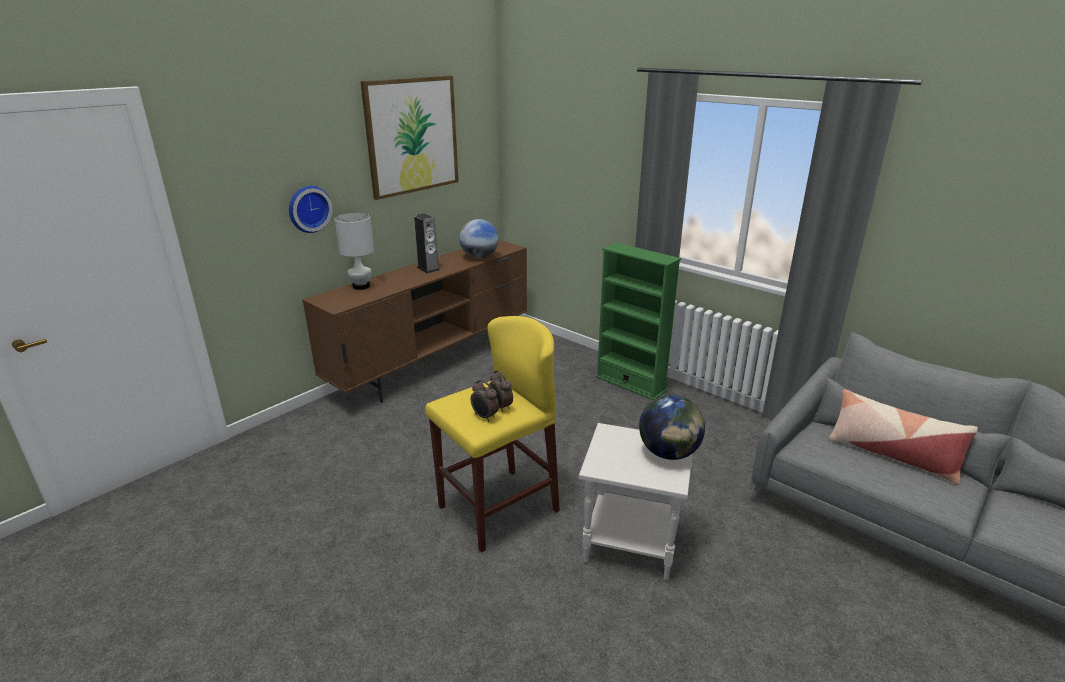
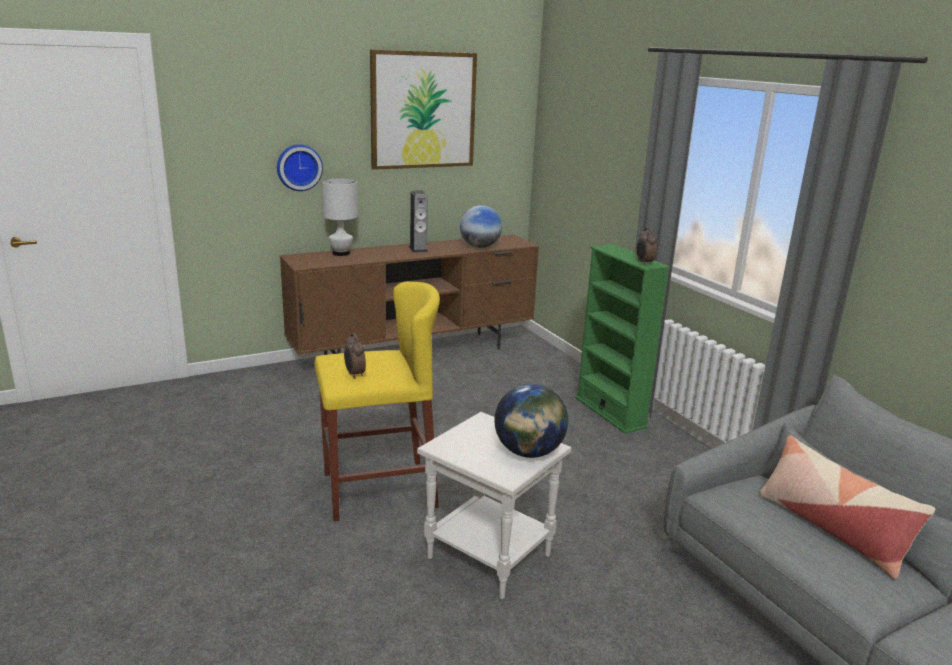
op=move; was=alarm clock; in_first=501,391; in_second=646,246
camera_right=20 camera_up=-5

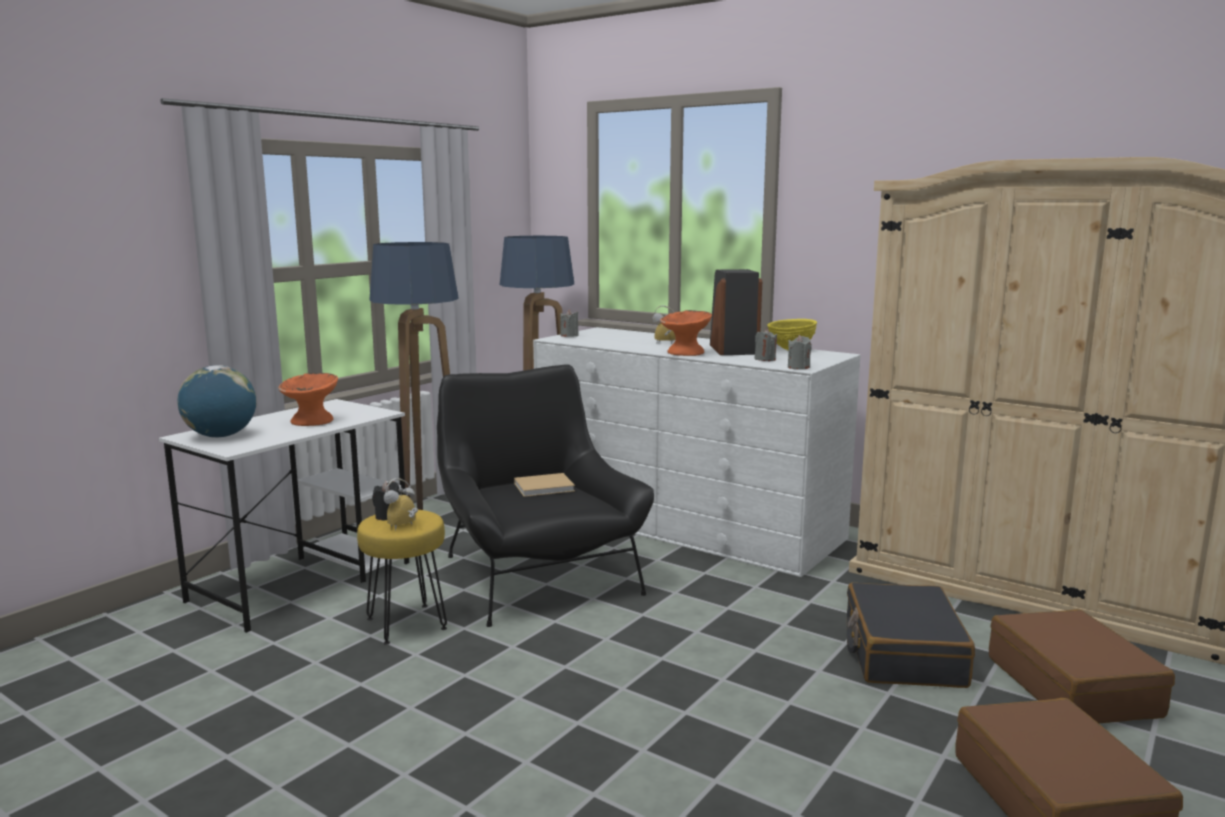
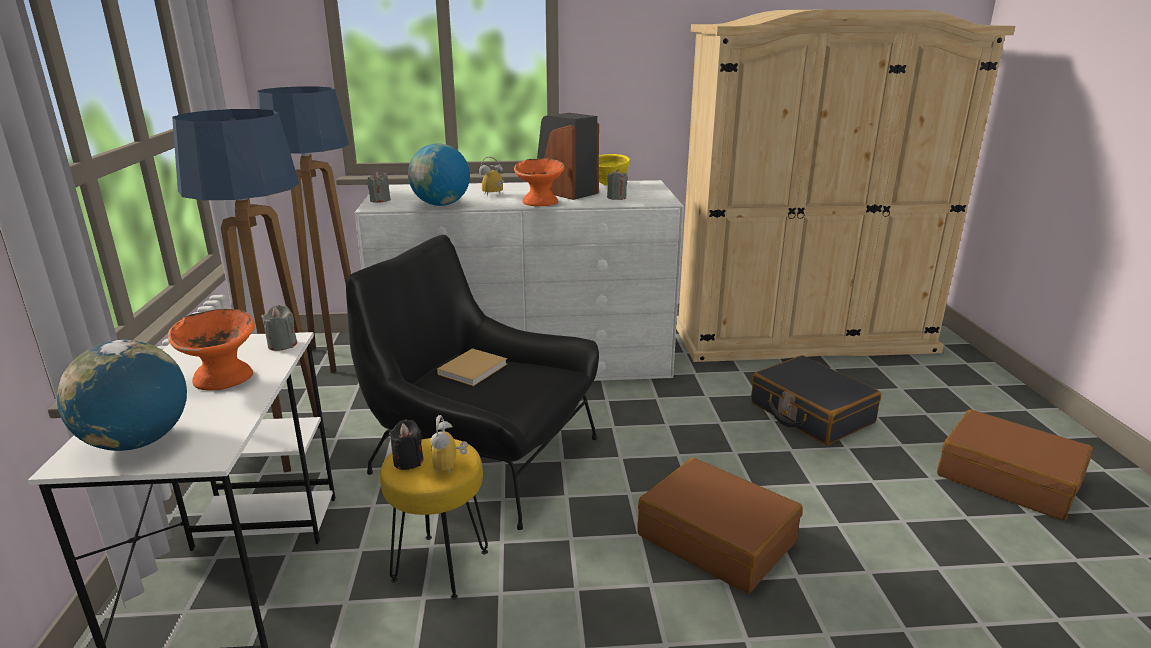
op=move; was=candle in grey; in_first=800,352; in_second=279,328
op=move; was=suitcase in brown; in_first=1082,666; in_second=720,525
op=insert; now=globe; in_second=439,175
camera_right=-40 camera_up=10

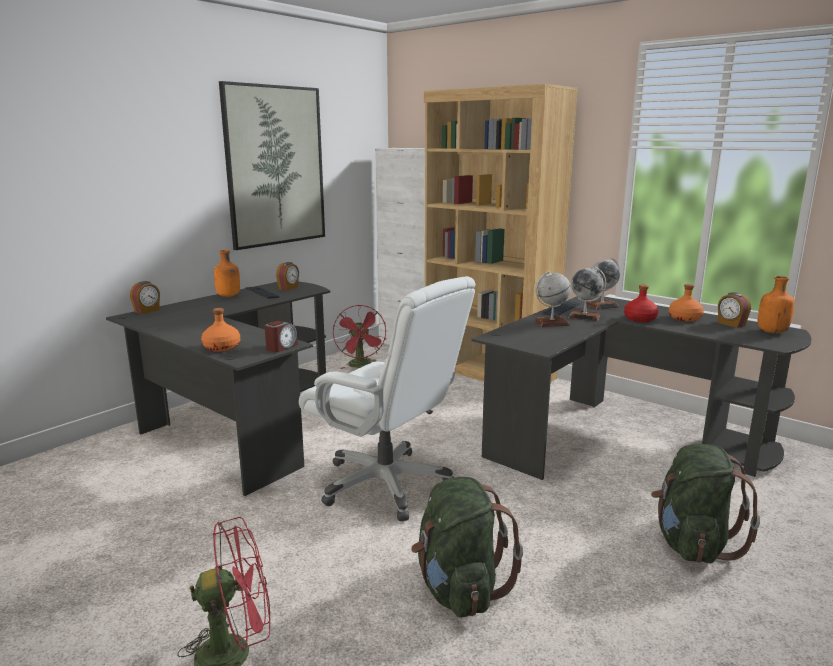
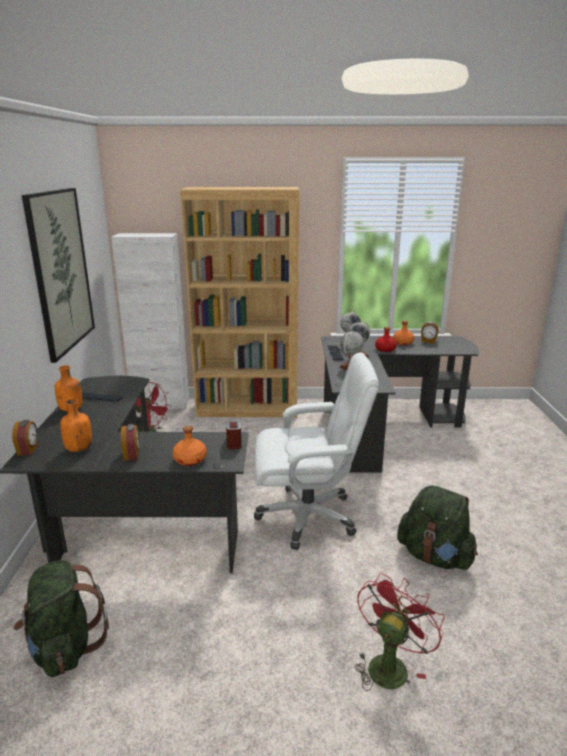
op=move; was=alarm clock; in_first=287,276; in_second=130,442
op=move; was=backpack in green; in_first=705,503; in_second=61,618
op=move; was=bottle in orange; in_first=776,304; in_second=76,425
camera_right=-40 camera_up=5

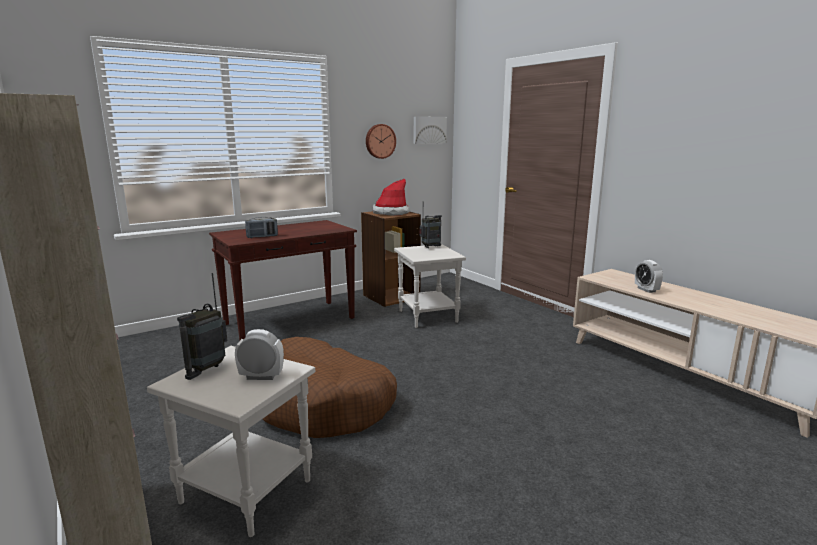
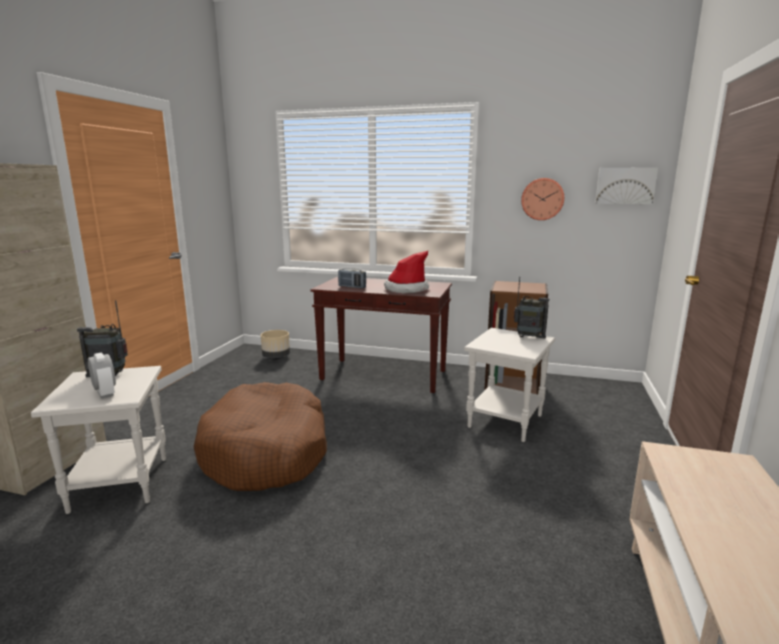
op=move; was=hat; in_first=391,197; in_second=406,272
op=delete; was=alarm clock; in_first=649,276
op=insert; now=planter in beige; in_second=275,344
camera_right=50 camera_up=0

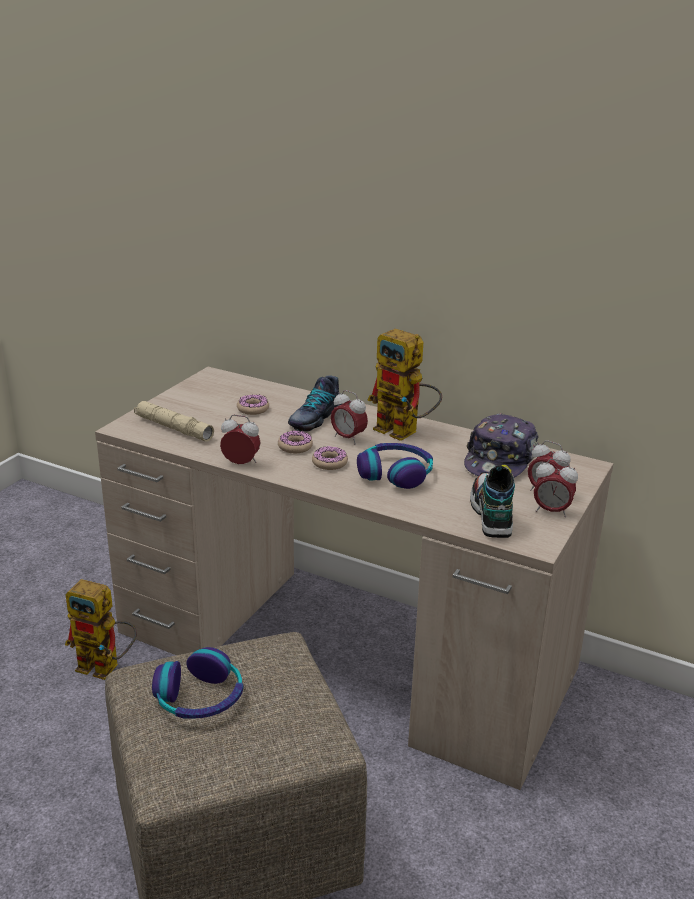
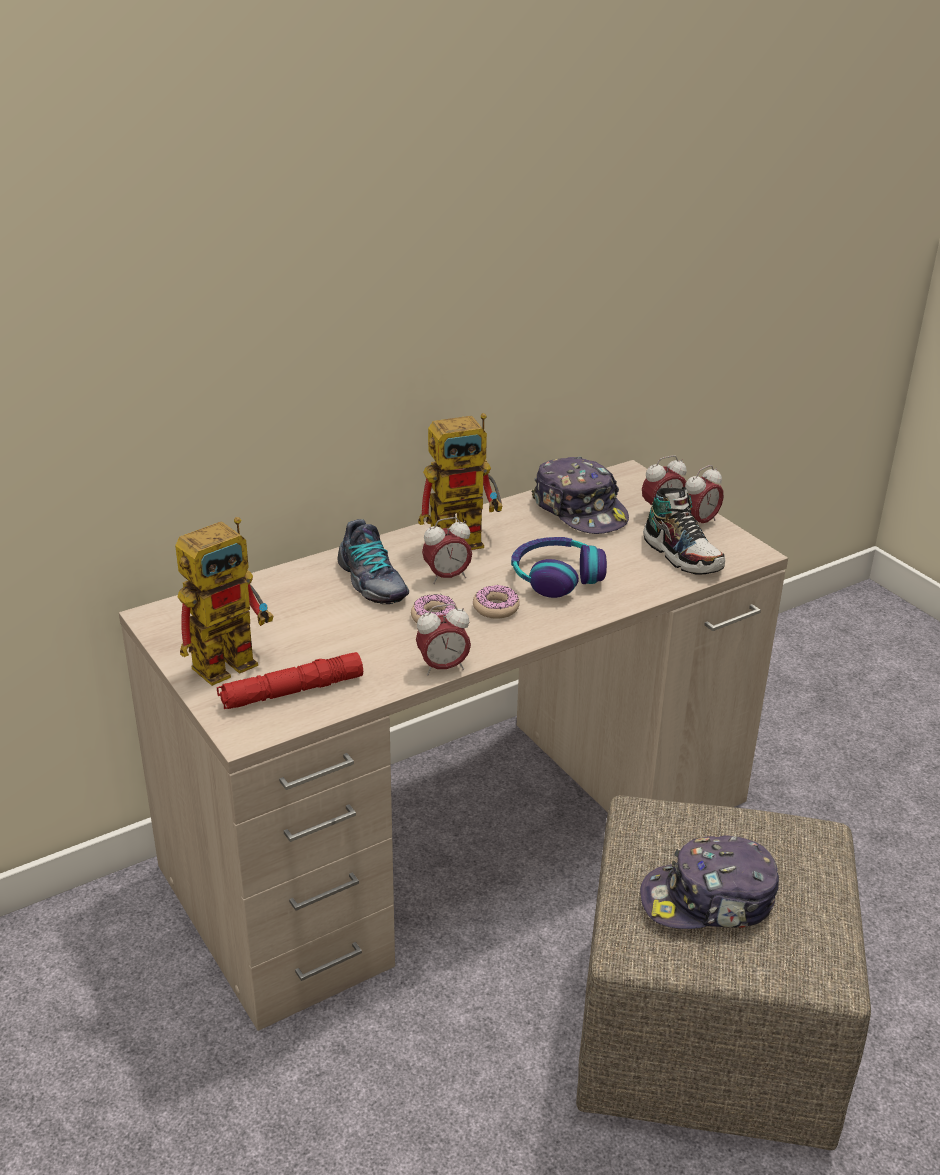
op=move; was=toy robot; in_first=101,629; in_second=224,601
op=recolor; was=flashlight in beige; now=flashlight in red; in_first=174,421; in_second=290,680
op=replace; was=headphones; now=cap; in_first=198,683; in_second=709,882
op=rotate; was=alarm clock; in_first=240,439; in_second=443,640; clockwise=-150
op=delete; was=donut; in_first=253,404
op=rotate; was=shoe; in_first=492,501; in_second=684,531; clockwise=-150
camera_right=-60 camera_up=5

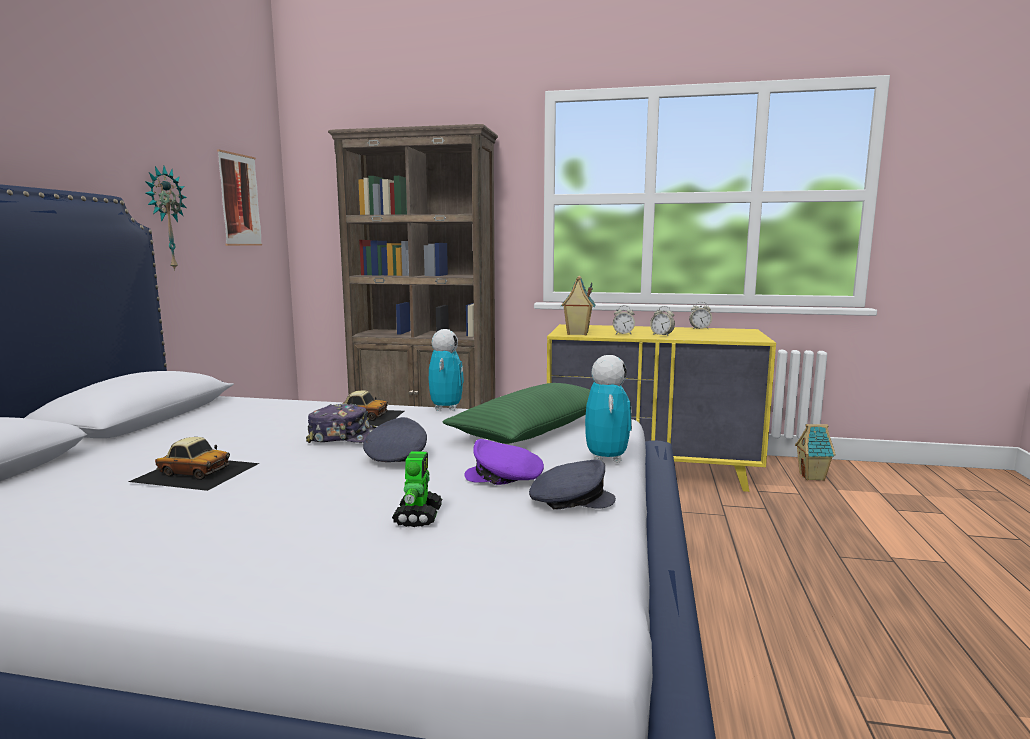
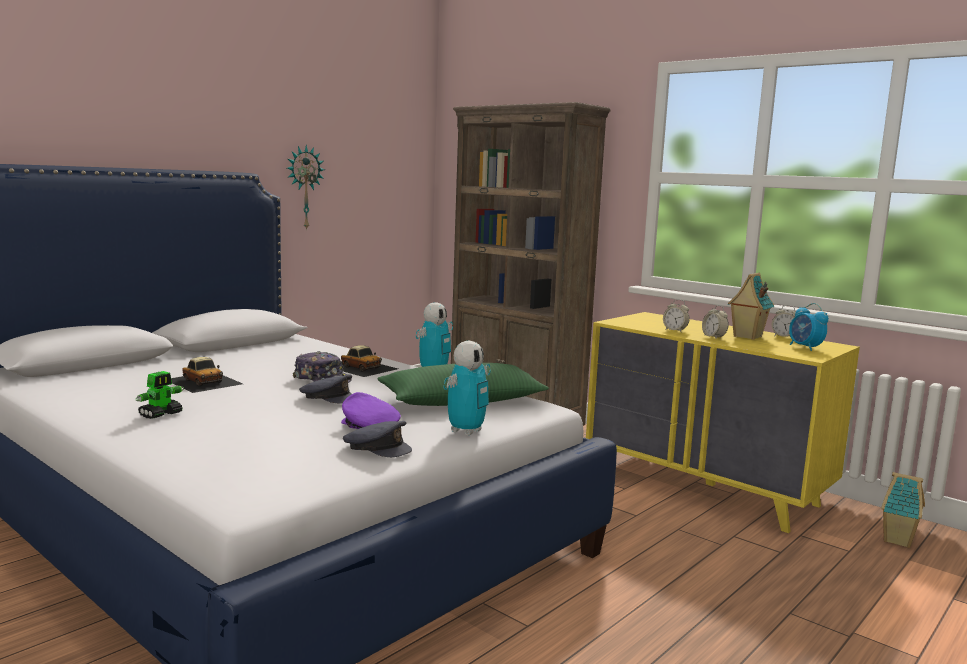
op=delete; was=picture; in_first=239,197
op=rotate; was=cap in grey; in_first=395,439; in_second=325,389; clockwise=75
op=move; was=toy robot; in_first=417,489; in_second=160,395
op=move; was=toy house; in_first=578,306; in_second=751,306
op=insert; now=alarm clock; in_second=809,327
camera_right=30 camera_up=0

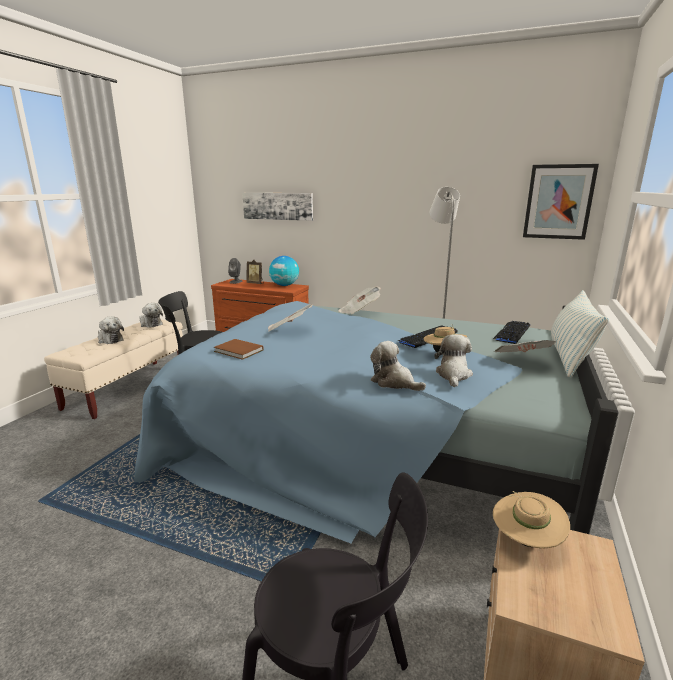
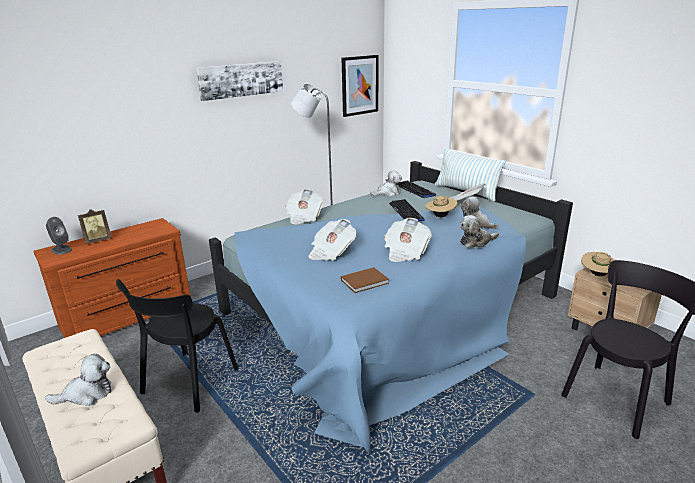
op=move; was=plush toy; in_first=151,315; in_second=386,184
op=move; was=picture; in_first=277,207; in_second=239,81
op=delete; was=globe; in_first=284,271
op=insert; now=newspaper; in_second=408,240
camera_right=-60 camera_up=5

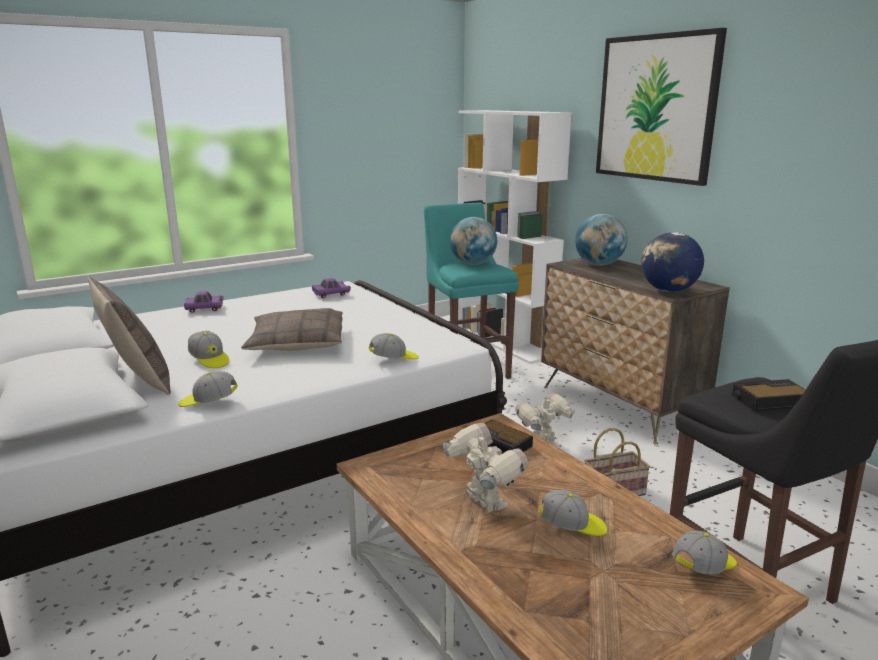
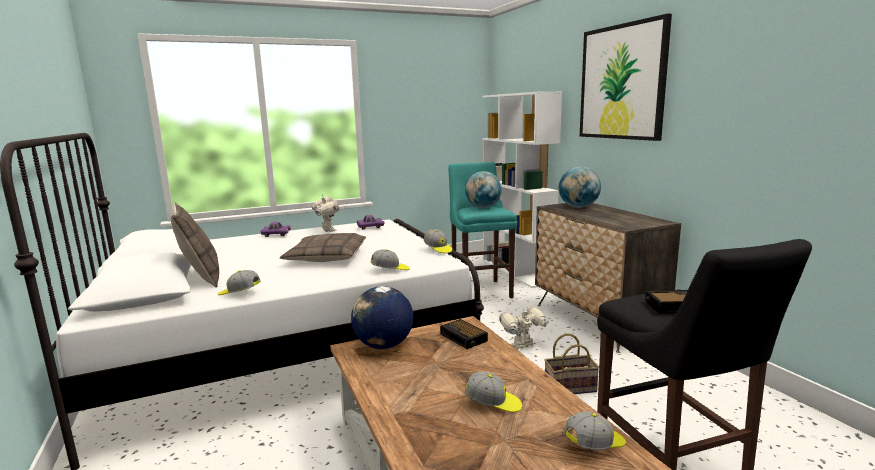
op=move; was=cap; in_first=208,349; in_second=438,241
op=move; was=toy robot; in_first=486,467; in_second=325,213
op=move; was=globe; in_first=672,262; in_second=382,317
camera_right=10 camera_up=-5

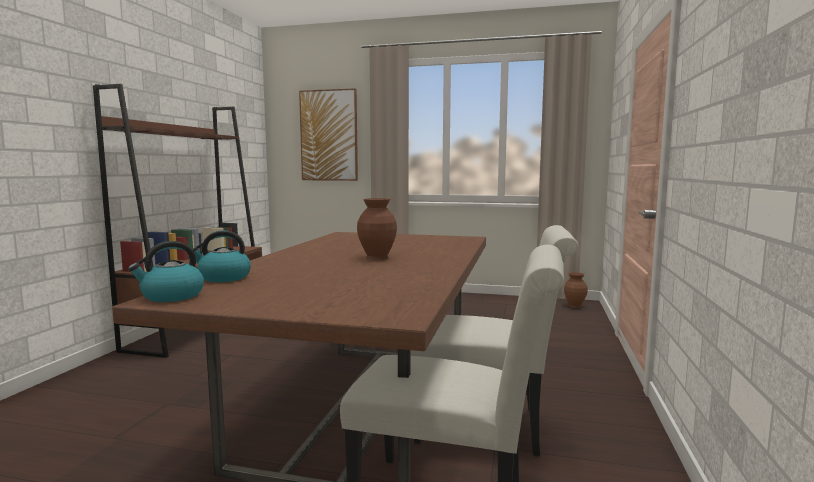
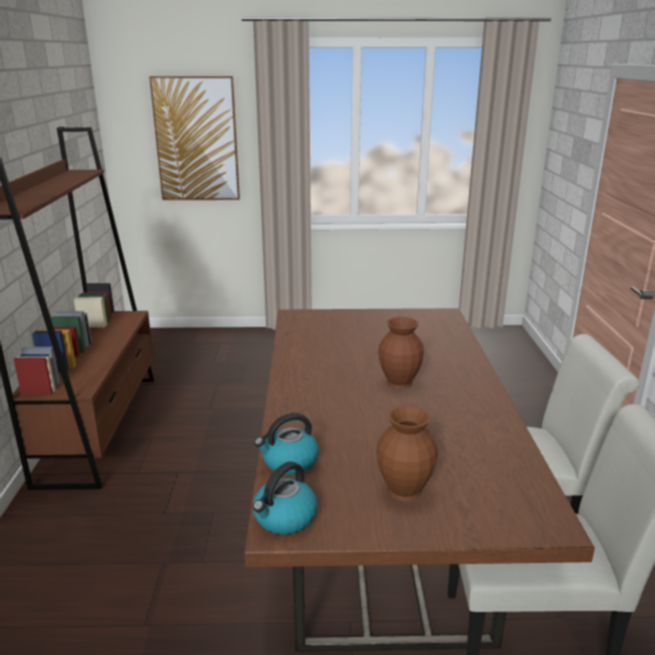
op=move; was=vase in brown; in_first=576,290; in_second=407,453
camera_right=-15 camera_up=15

